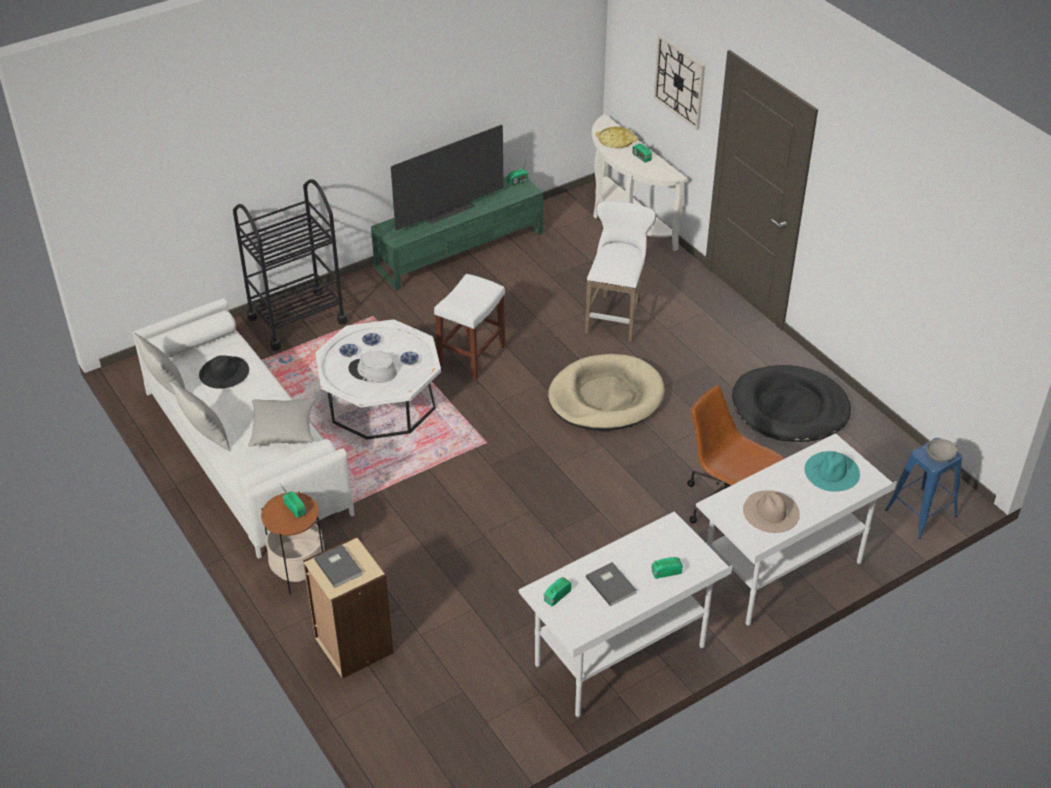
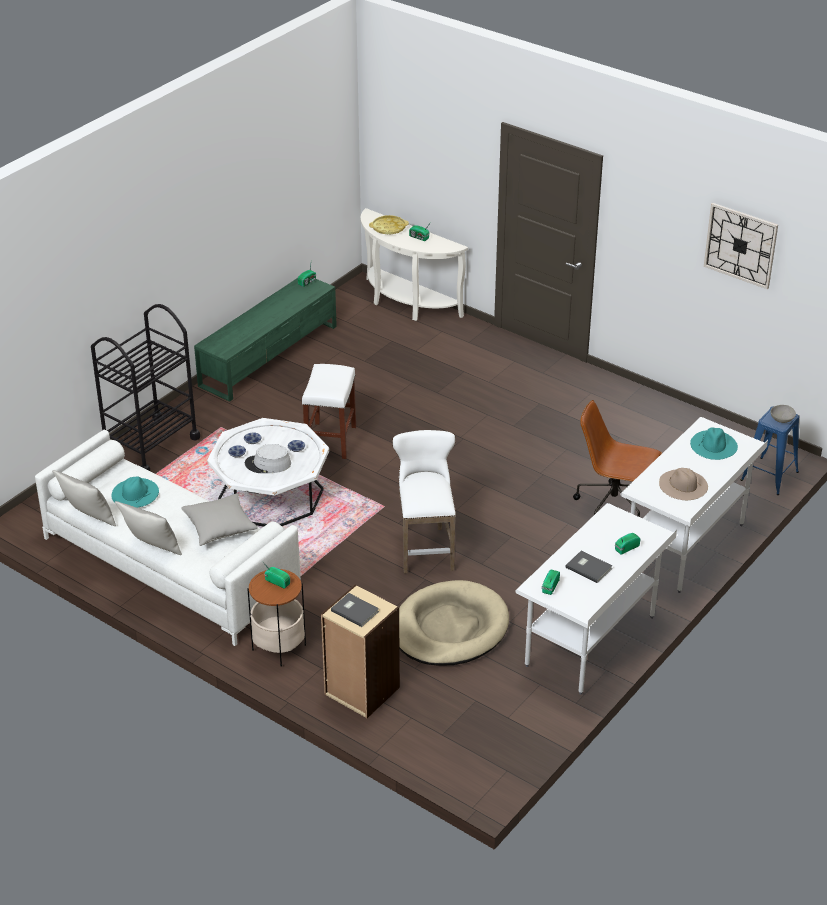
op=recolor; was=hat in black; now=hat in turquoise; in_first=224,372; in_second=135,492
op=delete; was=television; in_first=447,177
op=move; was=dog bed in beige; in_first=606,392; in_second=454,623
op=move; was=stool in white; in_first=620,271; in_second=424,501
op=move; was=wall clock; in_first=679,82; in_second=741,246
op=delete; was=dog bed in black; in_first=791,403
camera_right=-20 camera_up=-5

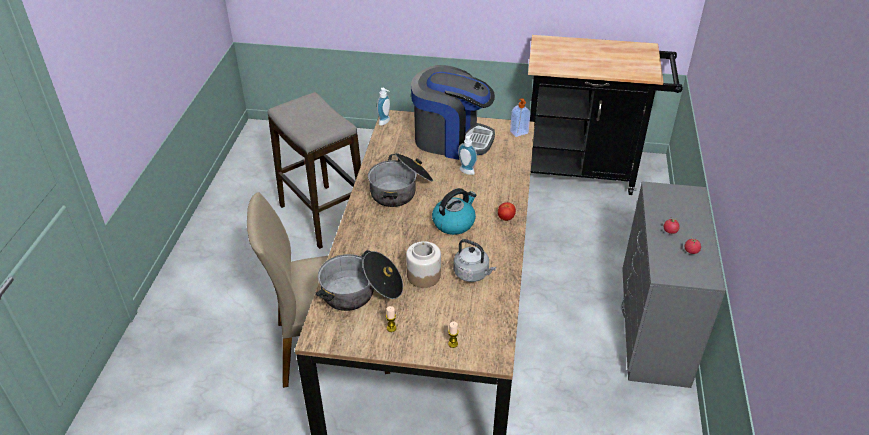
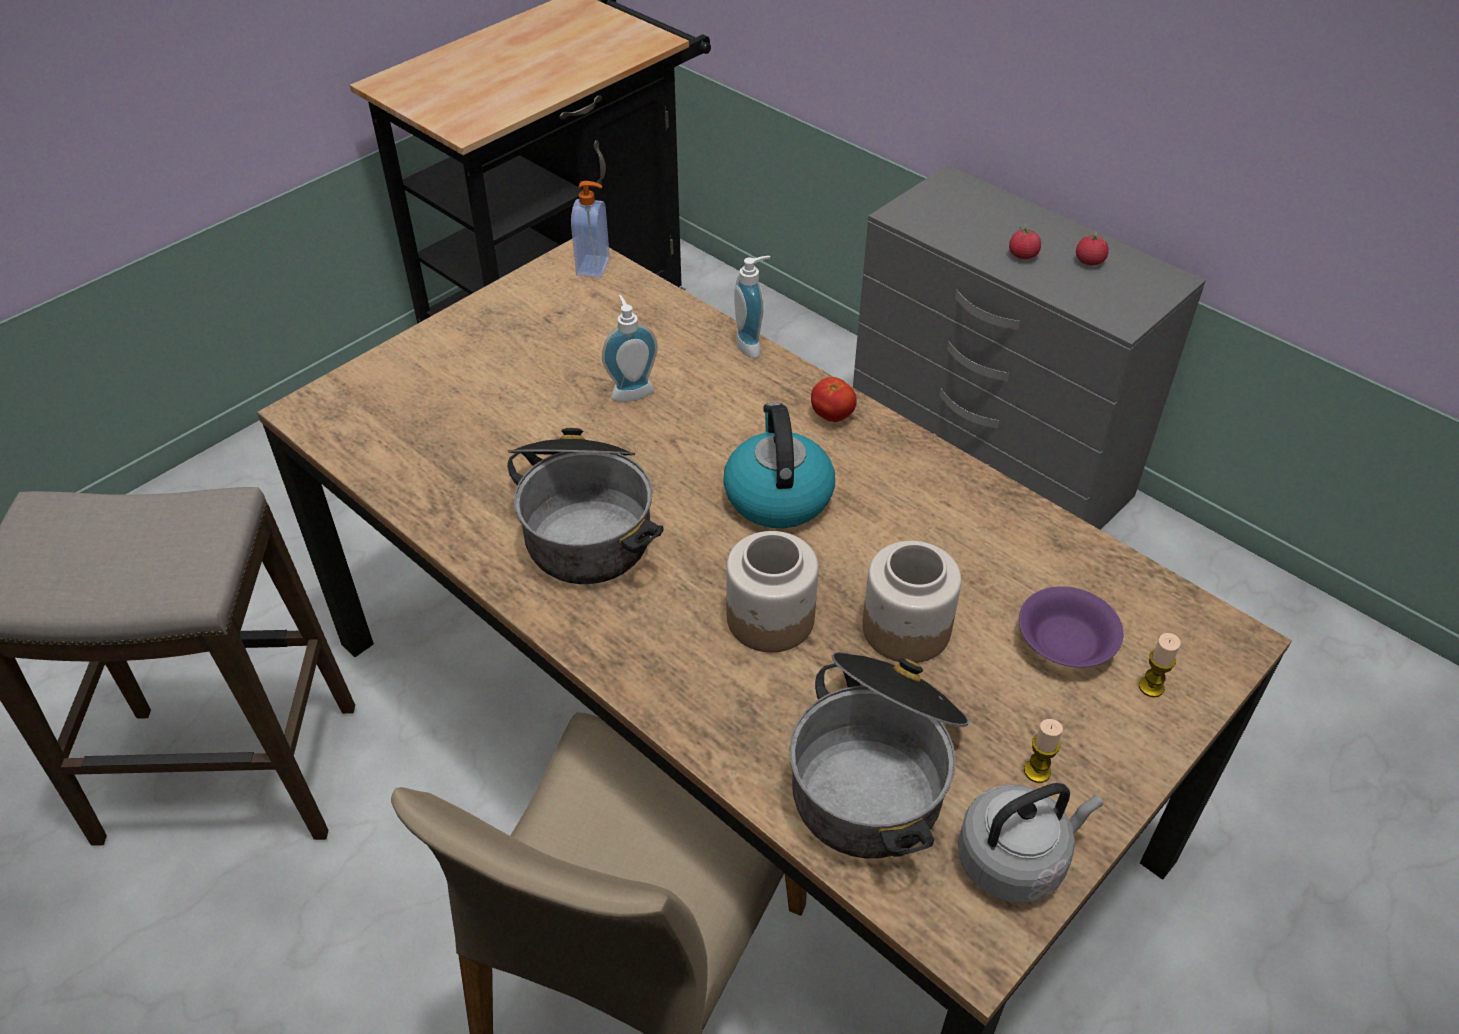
op=move; was=soap dispenser; in_first=383,107; in_second=752,307
op=delete; was=coffee machine; in_first=453,112
op=move; was=kettle in grey; in_first=474,260; in_second=1030,843
op=insert; now=jar; in_second=772,592
op=insert; now=bowl in purple; in_second=1071,626
camera_right=-55 camera_up=5

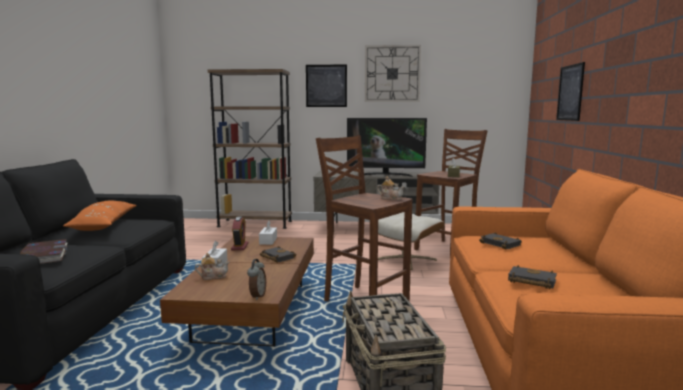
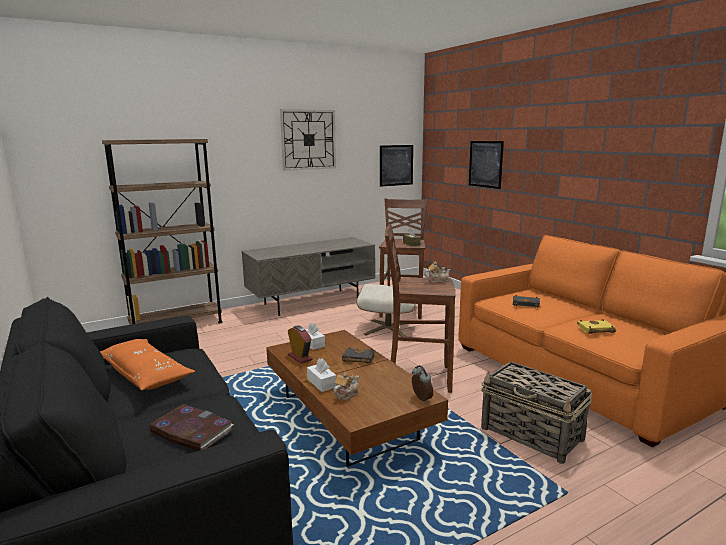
op=move; was=picture; in_first=326,85; in_second=396,166
op=delete; was=television; in_first=387,147
op=recolor; was=book in black; now=book in yellow; in_first=532,277; in_second=596,326
camera_right=-35 camera_up=5

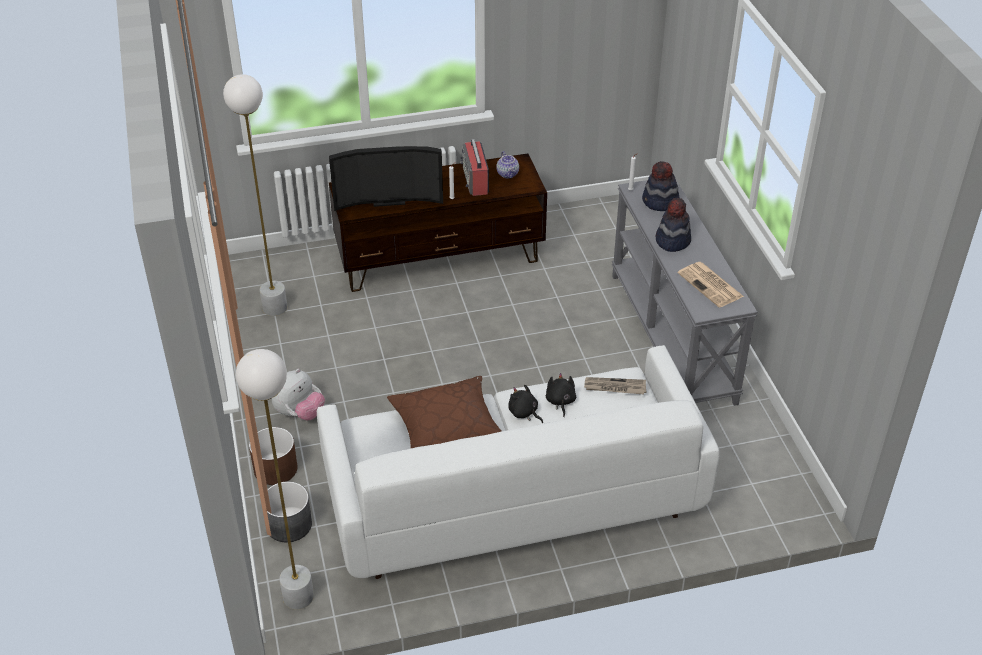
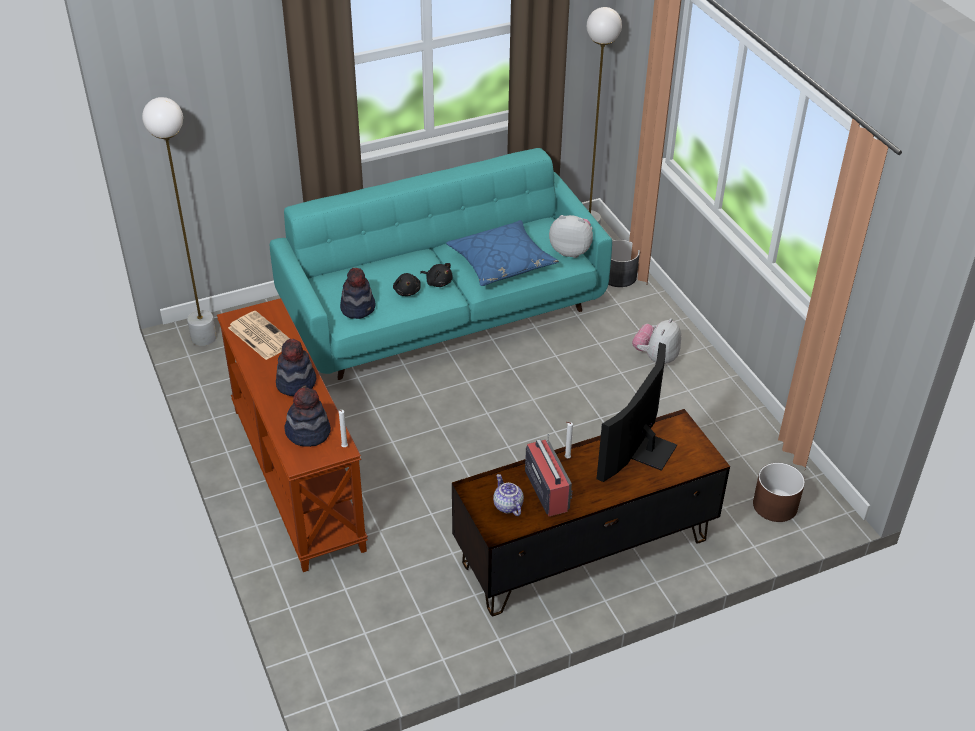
op=move; was=floor lamp in white; in_first=255,195; in_second=179,221
op=move; was=planter in brown; in_first=273,456; in_second=779,492
op=recolor; was=sofa in white; now=sofa in turquoise; in_first=518,462; in_second=441,264
op=rotate; was=television; in_first=386,178; in_second=637,412; clockwise=-45
op=recolor; was=pillow in brown; now=pillow in blue; in_first=444,412; in_second=502,253
op=replace; was=newspaper; now=hat; in_first=615,385; in_second=358,293
op=recolor; was=console table in grey; now=console table in brown; in_first=685,293; in_second=292,435
op=insert; now=plush toy; in_second=571,236
camera_right=170 camera_up=0

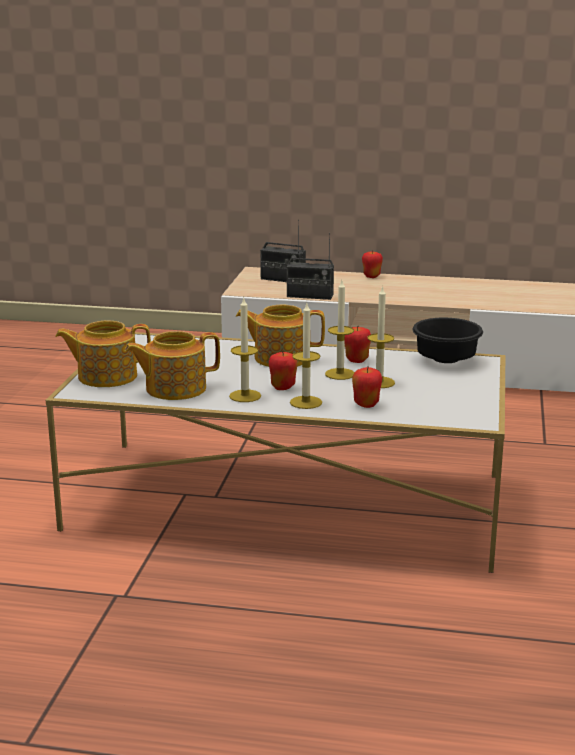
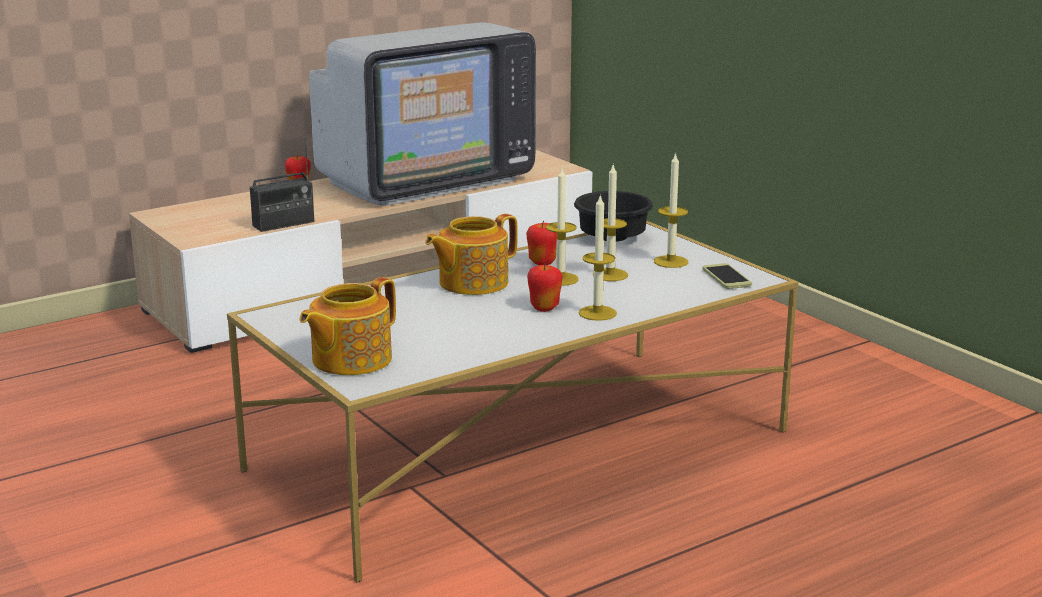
op=delete; was=teapot; in_first=172,365
op=move; was=candle; in_first=245,350; in_second=671,210
op=delete; was=radio; in_first=283,251
op=delete; was=apple; in_first=367,387
op=insert; now=television; in_second=422,114
op=insert; now=phone; in_second=727,276
camera_right=-45 camera_up=0

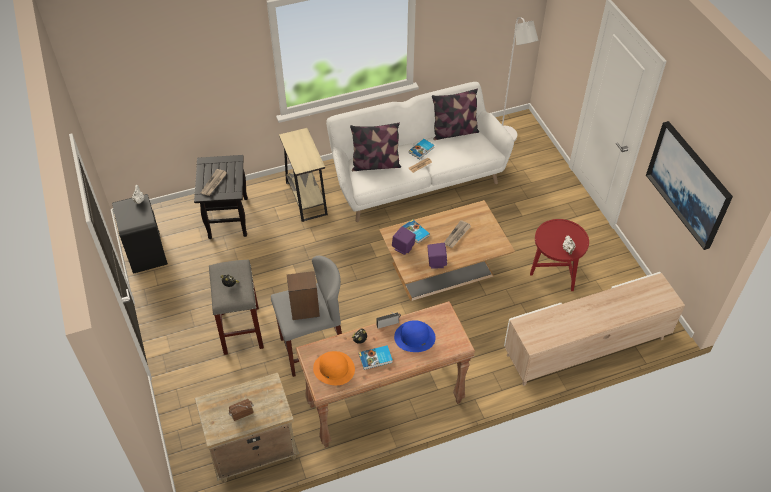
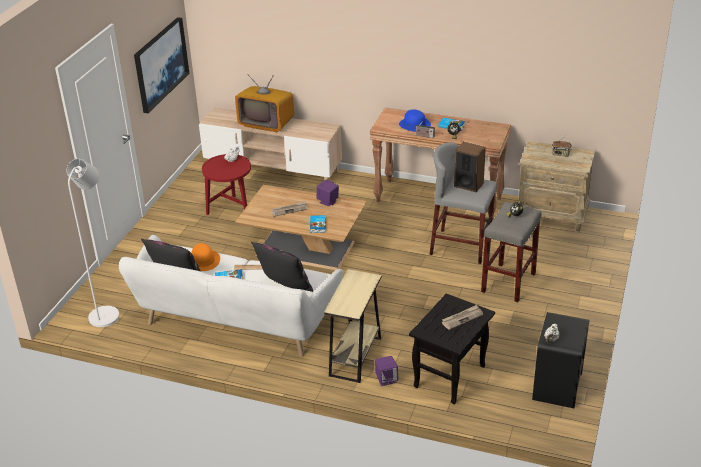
op=move; was=hat in orange; in_first=334,368; in_second=205,257
op=move; was=speaker in purple; in_first=404,240; in_second=386,371
op=insert; now=television; in_second=264,103
camera_right=-140 camera_up=-15

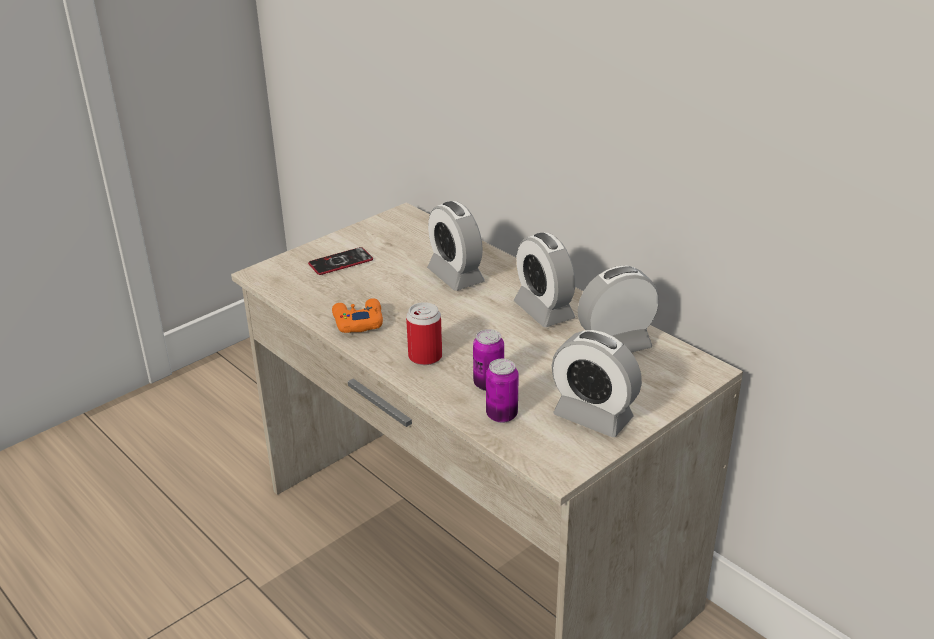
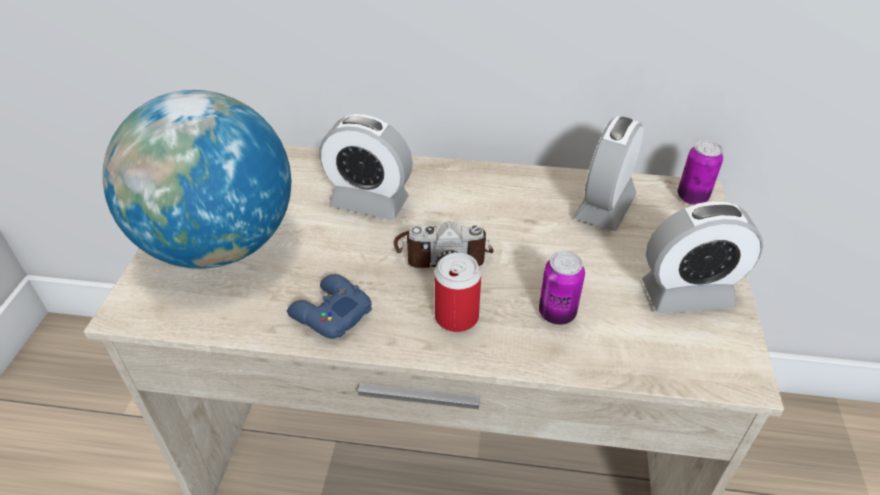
op=replace; was=phone; now=globe; in_first=340,261; in_second=197,179
op=recolor; was=game controller in orange; now=game controller in blue; in_first=357,315; in_second=329,306
op=move; was=can; in_first=502,391; in_second=700,172
op=delete; was=alarm clock; in_first=544,280
op=insert; now=photo camera; in_second=444,245
camera_right=-40 camera_up=10

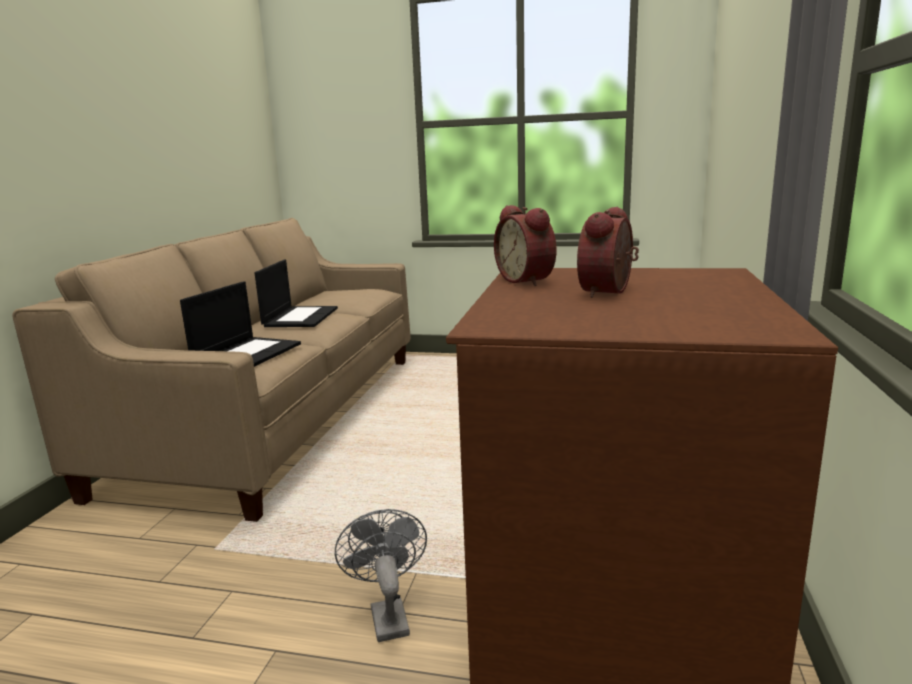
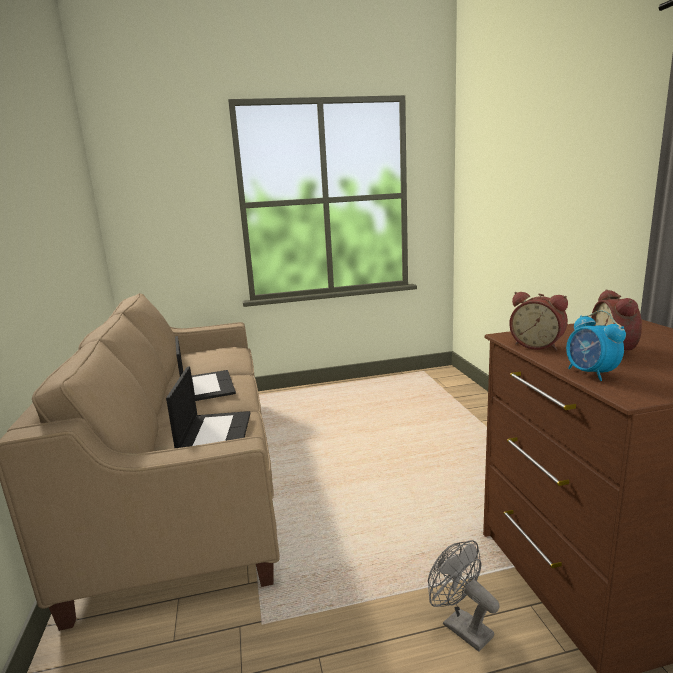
op=insert; now=alarm clock; in_second=596,345
camera_right=-25 camera_up=0

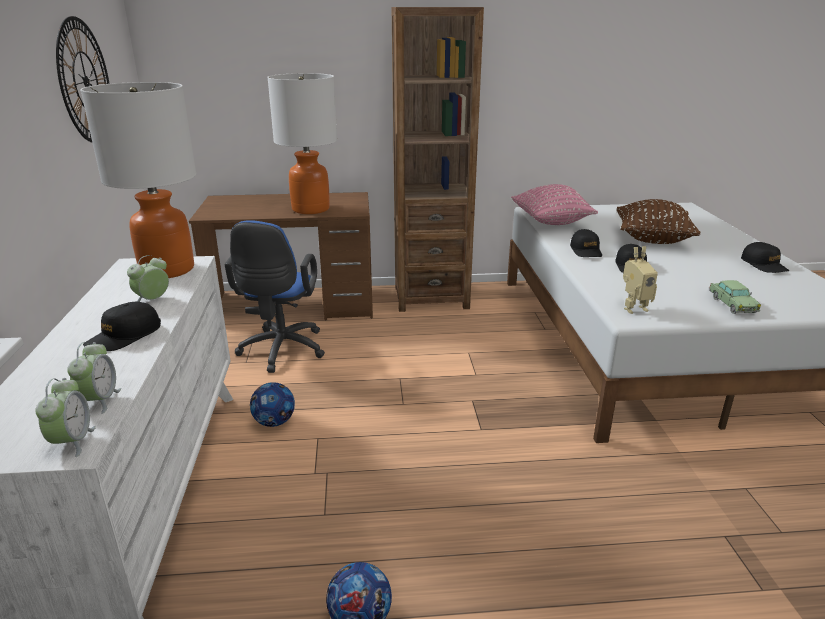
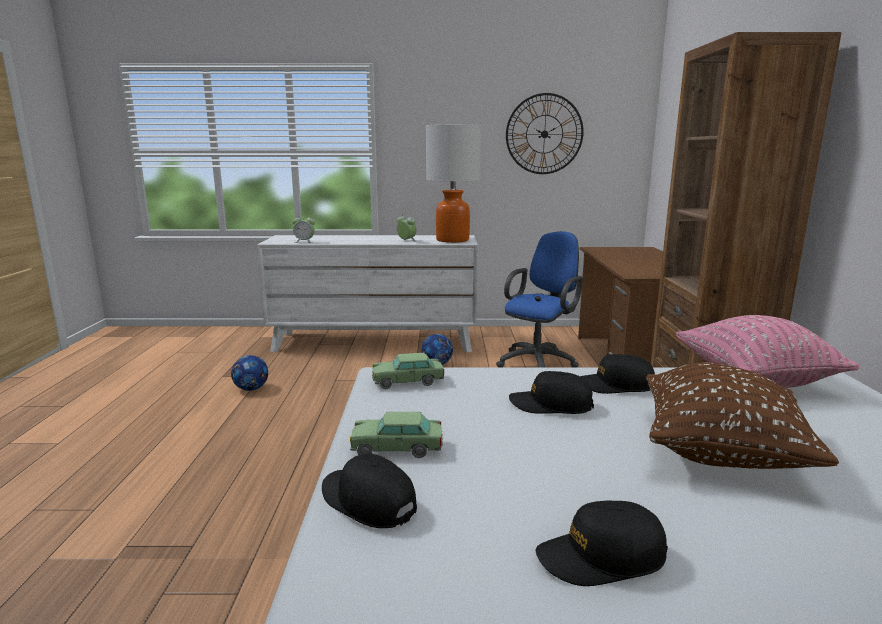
op=delete; was=alarm clock; in_first=65,417
op=move; was=cap in black; in_first=122,326; in_second=369,490
op=rotate; was=office chair in blue; in_first=275,296; in_second=539,299; clockwise=120
op=delete; was=table lamp; in_first=302,143
op=replace; was=toy robot; now=toy car; in_first=640,280; in_second=408,371
camera_right=95 camera_up=-10

